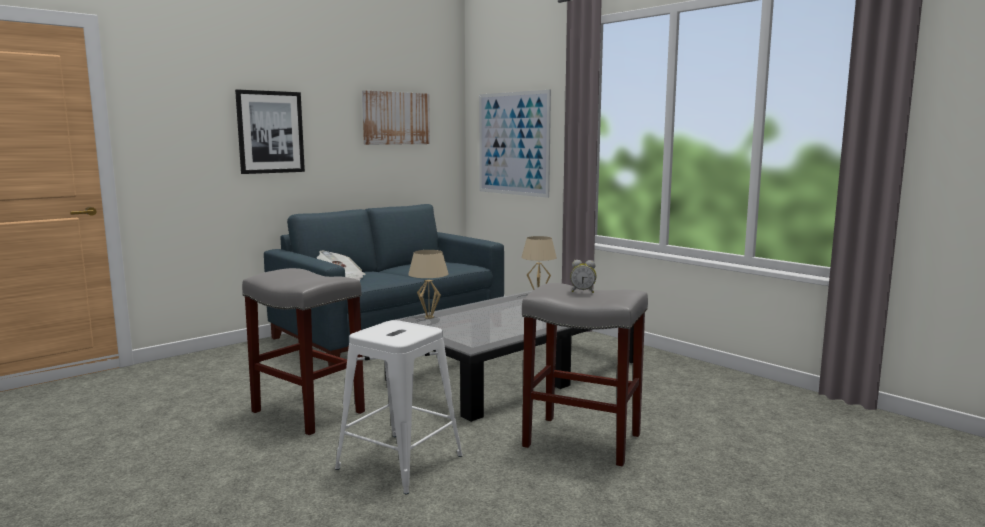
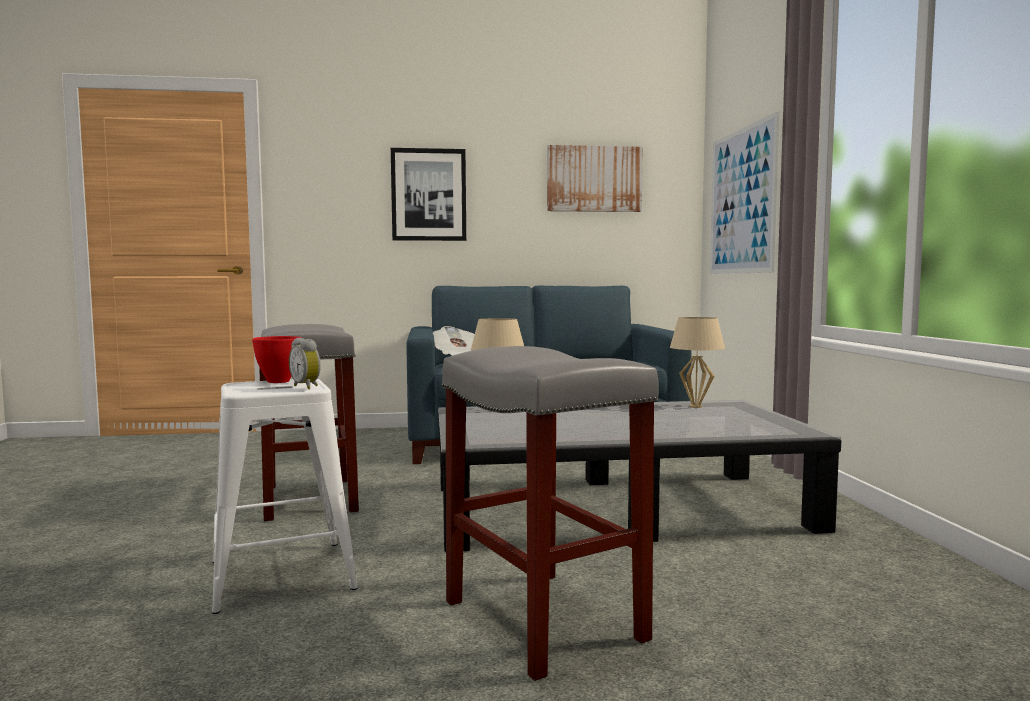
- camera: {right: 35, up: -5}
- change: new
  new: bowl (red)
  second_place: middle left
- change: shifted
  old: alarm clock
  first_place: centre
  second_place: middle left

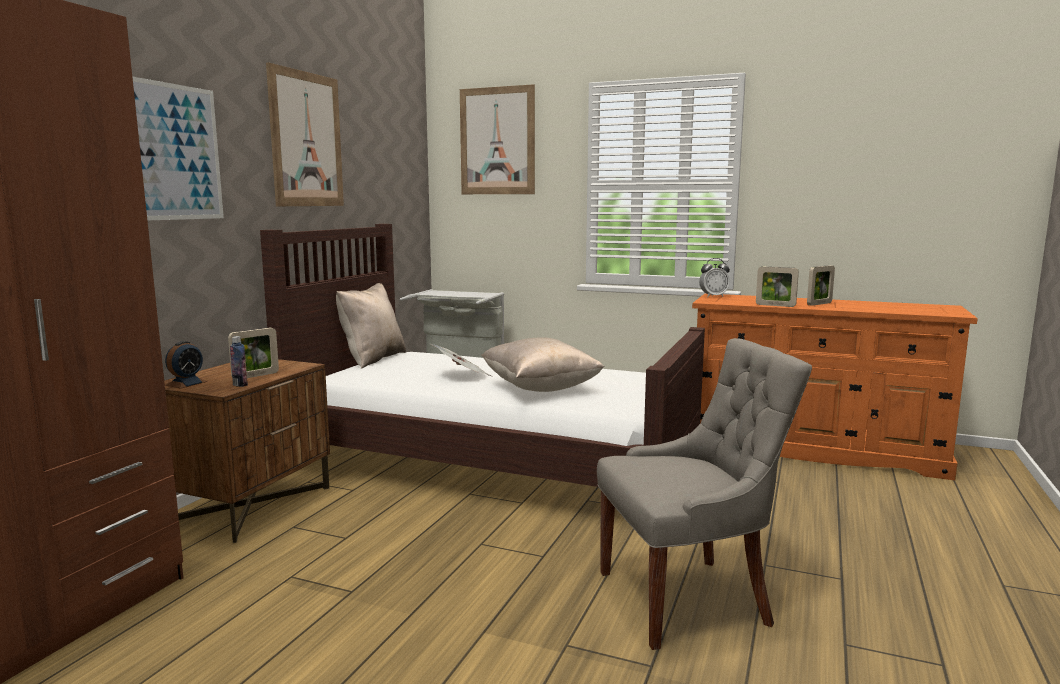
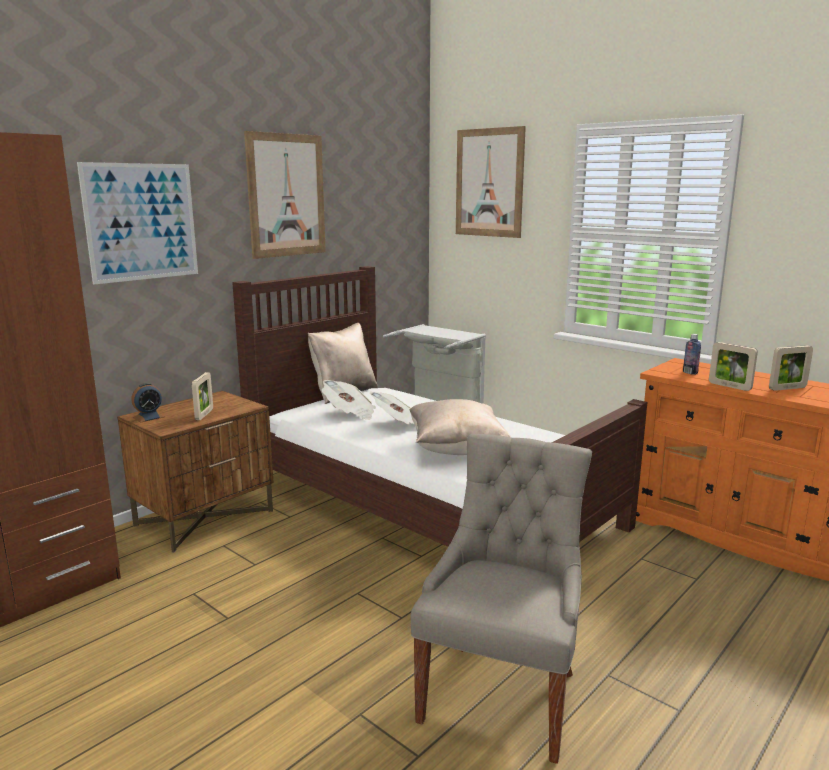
- camera: {right: 20, up: 5}
- change: rotated
  old: picture frame (no. 1 from left)
  first_place: middle left
  second_place: middle left
  degrees: -60
- change: new
  new: newspaper (no. 1 from left)
  second_place: centre
- change: rotated
  old: chair (grey)
  first_place: bottom centre
  second_place: bottom centre
  degrees: -75
- change: shifted
  old: bottle
  first_place: middle left
  second_place: middle right
- change: gone
  old: alarm clock (no. 2 from left)
  first_place: middle right

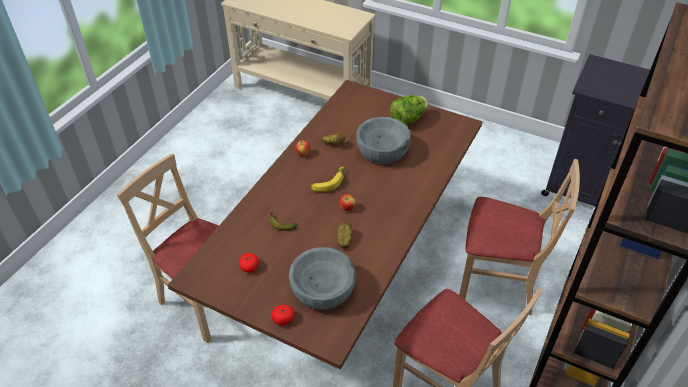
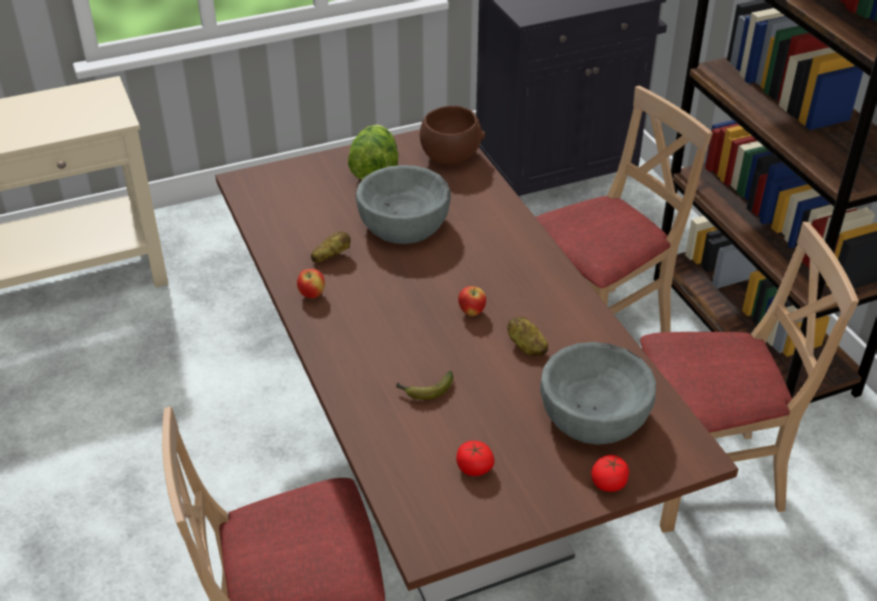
- camera: {right: -50, up: -5}
- change: new
  new: bowl (brown)
  second_place: top centre
- change: gone
  old: banana (no. 2 from left)
  first_place: centre

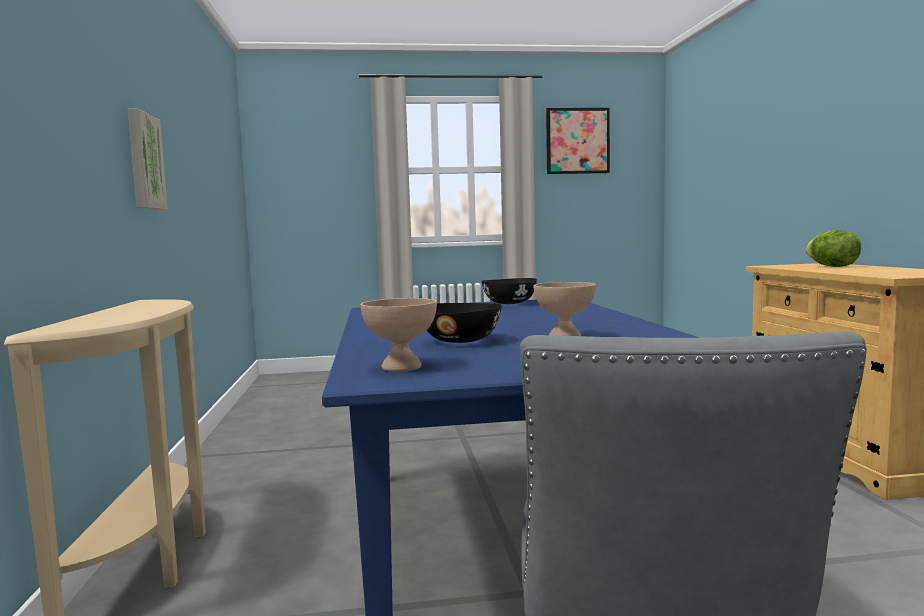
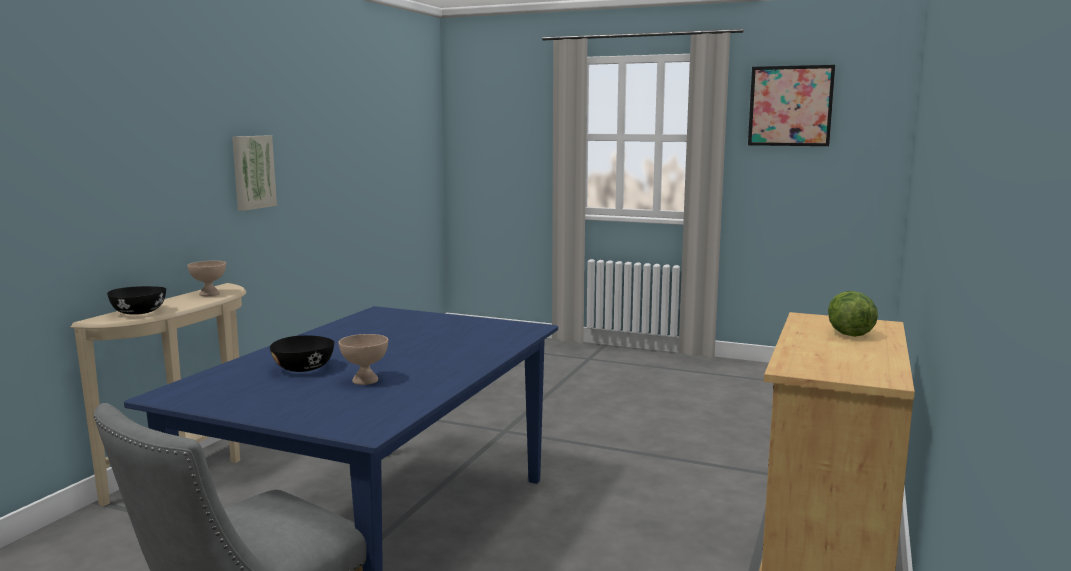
- camera: {right: 30, up: 5}
- change: shifted
  old: bowl (black) (no. 2 from left in the first image)
  new: bowl (black) (no. 1 from left)
  first_place: centre
  second_place: middle left
- change: shifted
  old: bowl (beige) (no. 1 from left)
  first_place: centre
  second_place: middle left

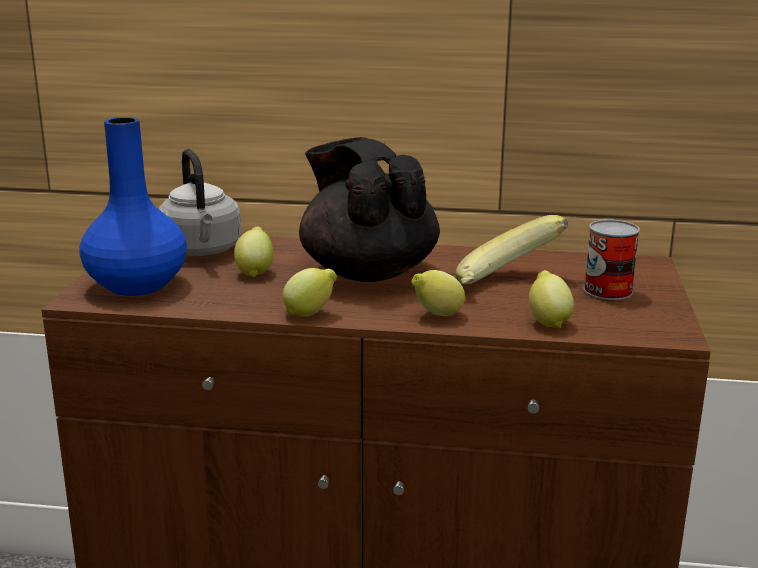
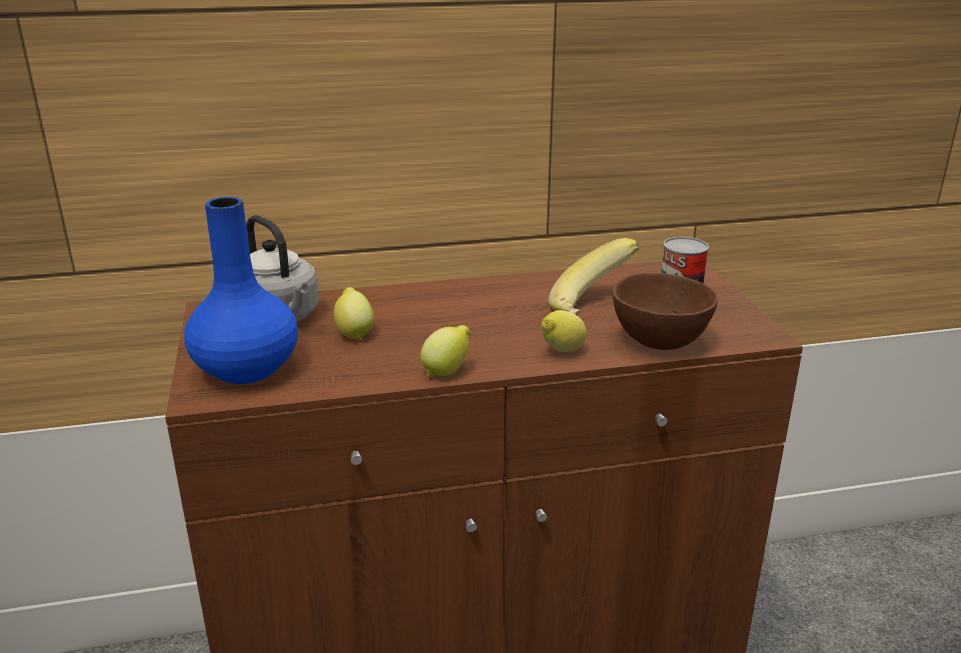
- camera: {right: -20, up: 5}
- change: swapped
  old: lemon (no. 4 from left)
  new: bowl (brown)
  first_place: middle right
  second_place: middle right
- change: gone
  old: teapot (black)
  first_place: centre

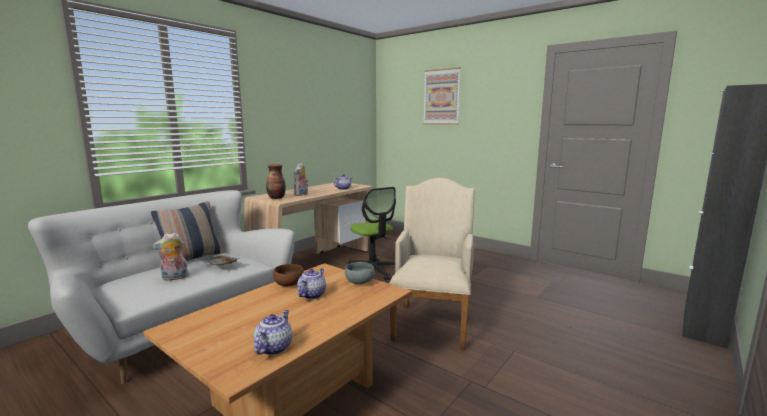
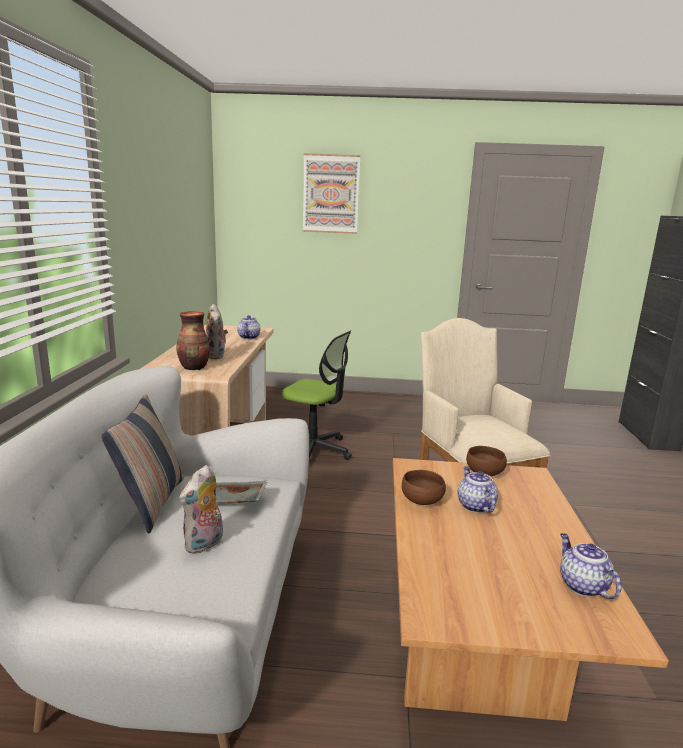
- camera: {right: -35, up: 5}
- change: repainted
  old: bowl (grey)
  new: bowl (brown) (no. 2 from left)
  first_place: centre
  second_place: middle right

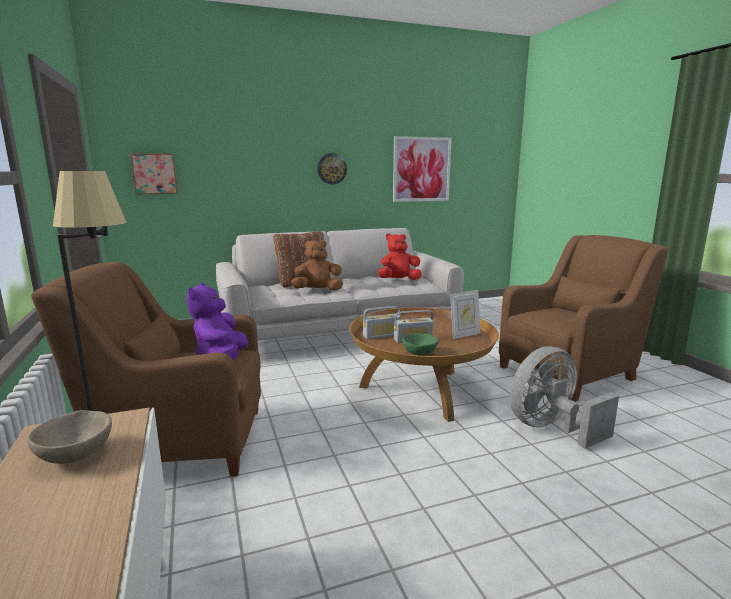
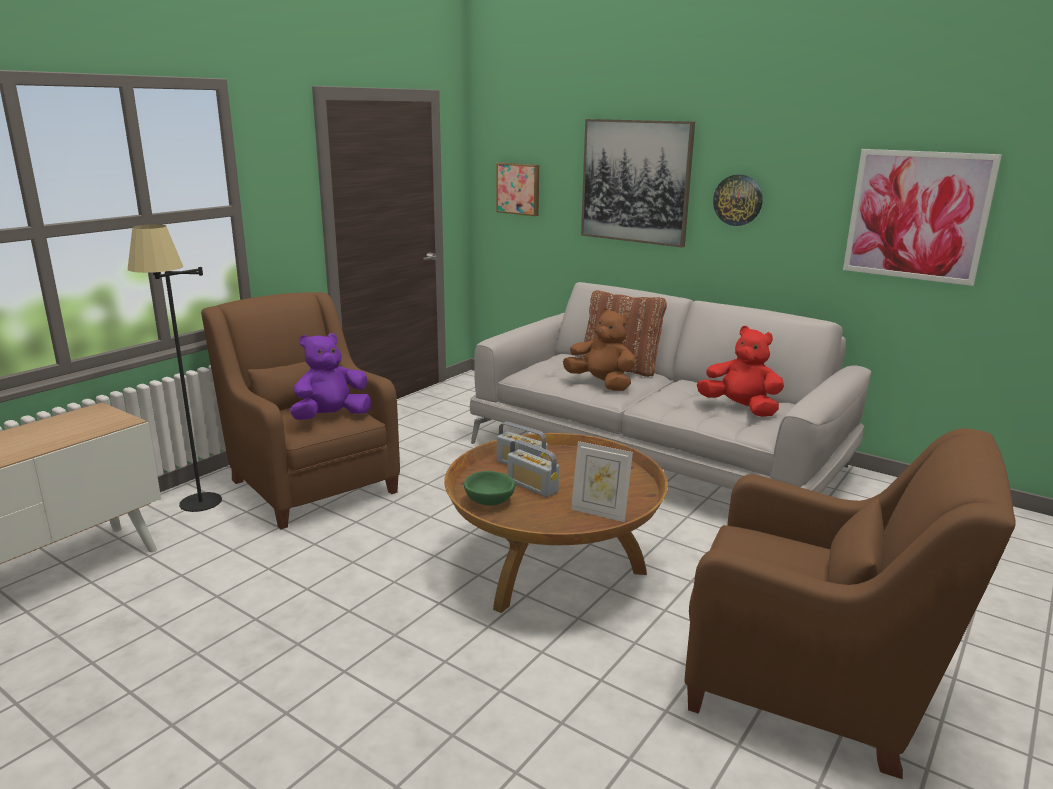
- camera: {right: 55, up: 5}
- change: new
  new: picture (no. 2 from left)
  second_place: top centre
- change: gone
  old: bowl (beige)
  first_place: bottom left
- change: gone
  old: fan (grey)
  first_place: middle right

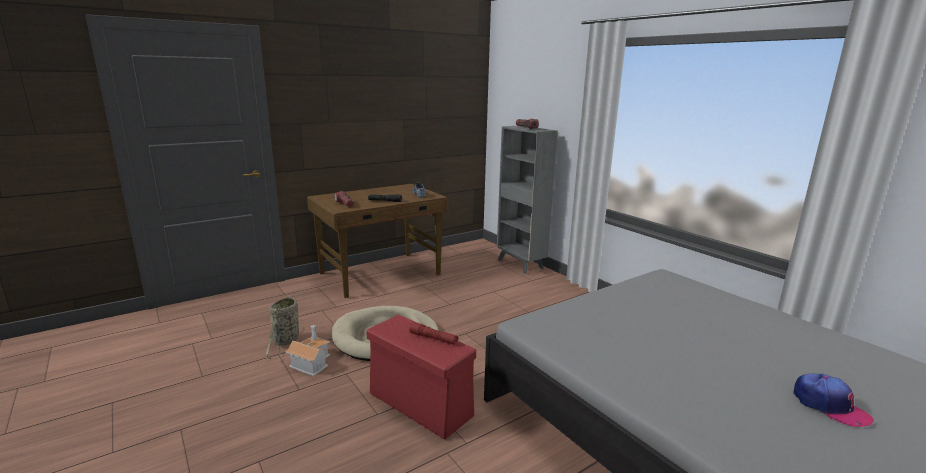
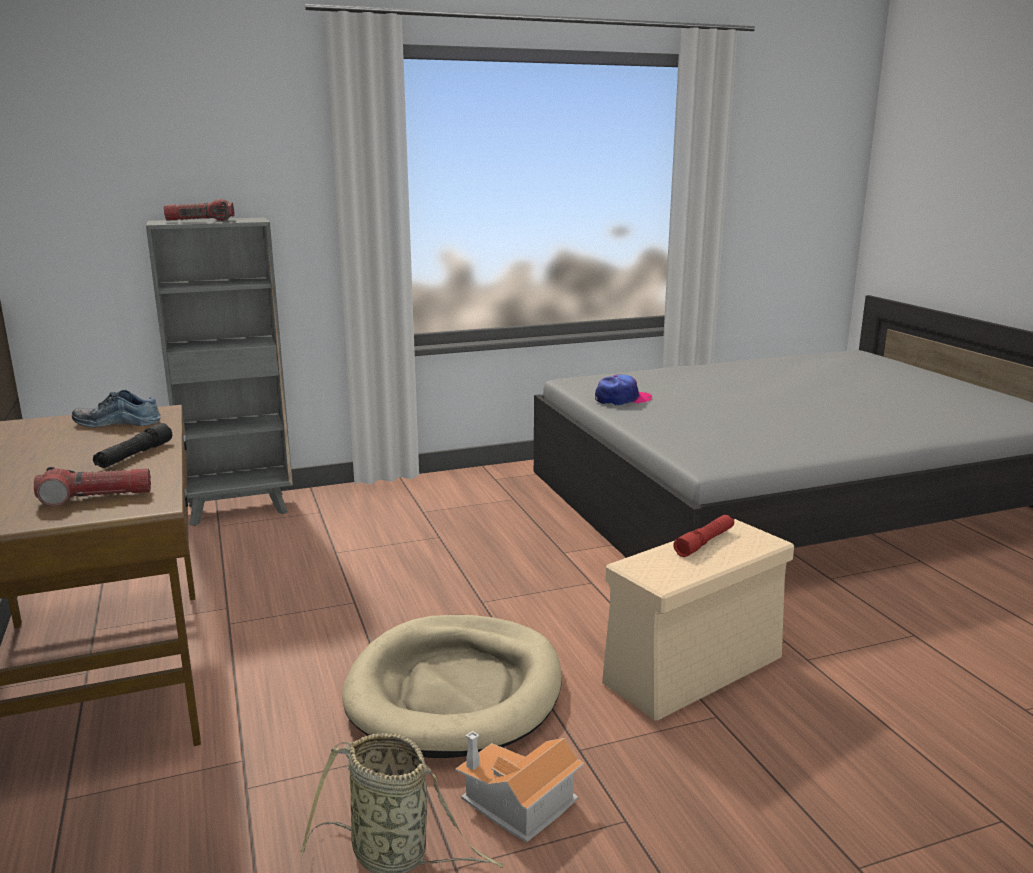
- camera: {right: -75, up: 0}
- change: shifted
  old: cap
  first_place: bottom right
  second_place: centre
- change: repainted
  old: storage box (red)
  new: storage box (beige)
  first_place: bottom centre
  second_place: bottom right

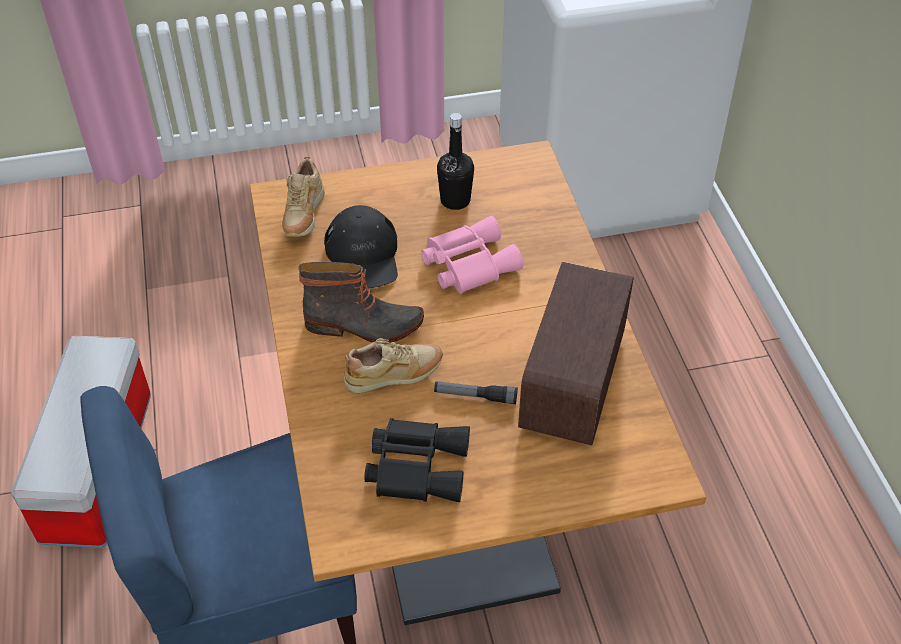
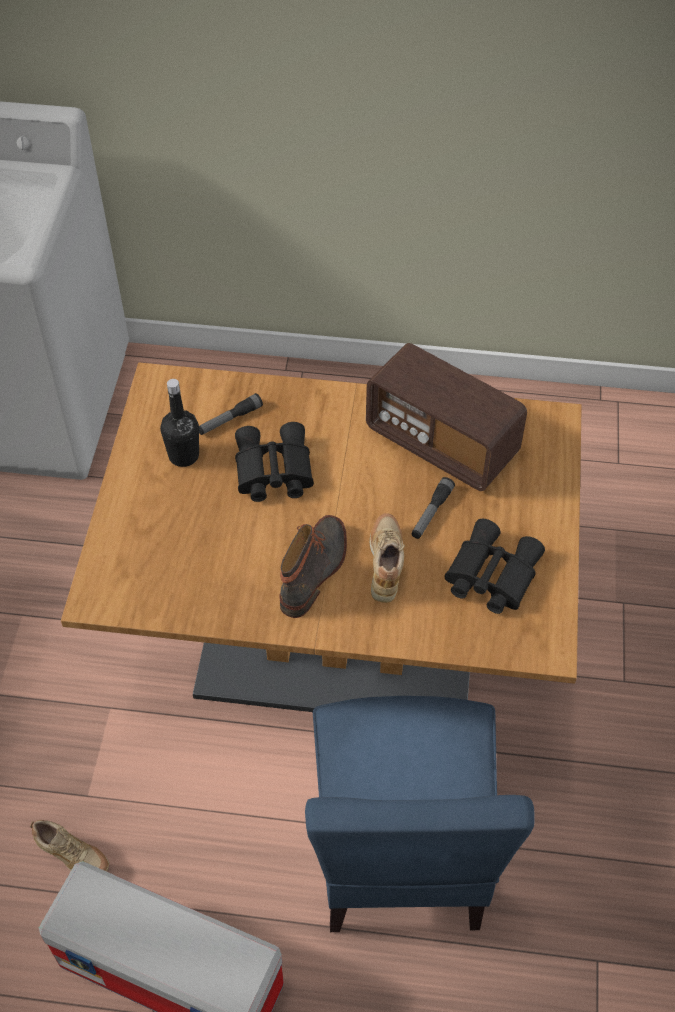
- camera: {right: -70, up: 5}
- change: shifted
  old: shoe (beige) (no. 1 from left)
  first_place: top centre
  second_place: bottom left
- change: new
  new: flashlight (no. 1 from left)
  second_place: centre
- change: repainted
  old: binoculars (pink)
  new: binoculars (black) (no. 1 from left)
  first_place: centre
  second_place: centre
- change: gone
  old: cap (black)
  first_place: centre

